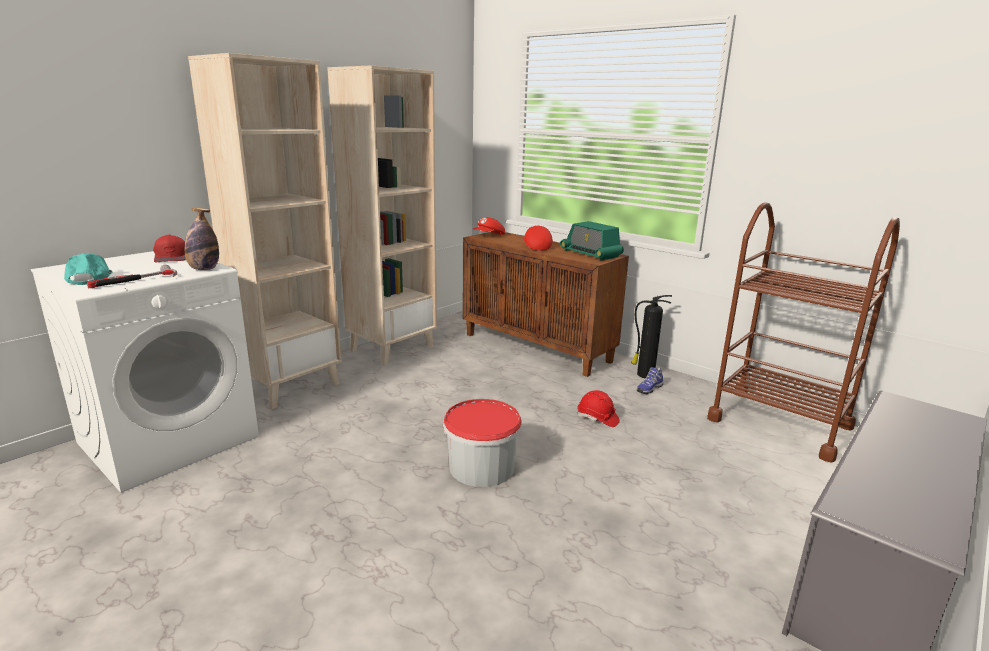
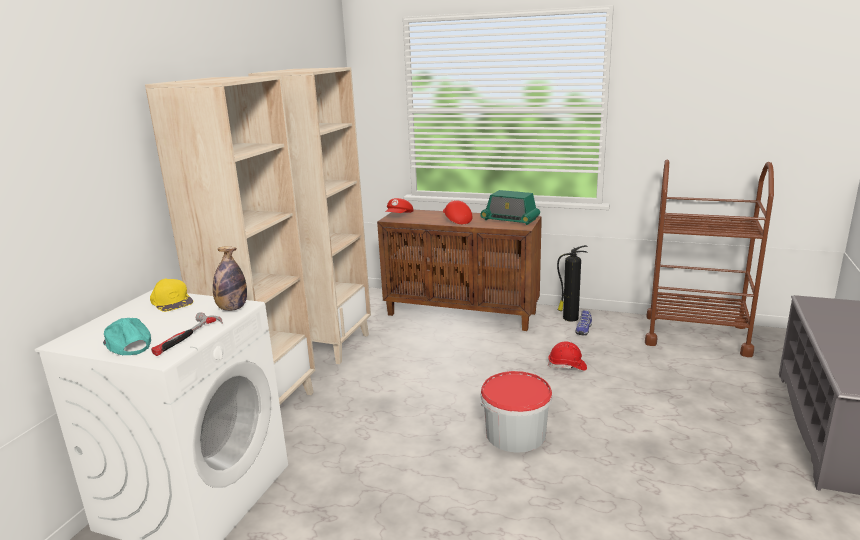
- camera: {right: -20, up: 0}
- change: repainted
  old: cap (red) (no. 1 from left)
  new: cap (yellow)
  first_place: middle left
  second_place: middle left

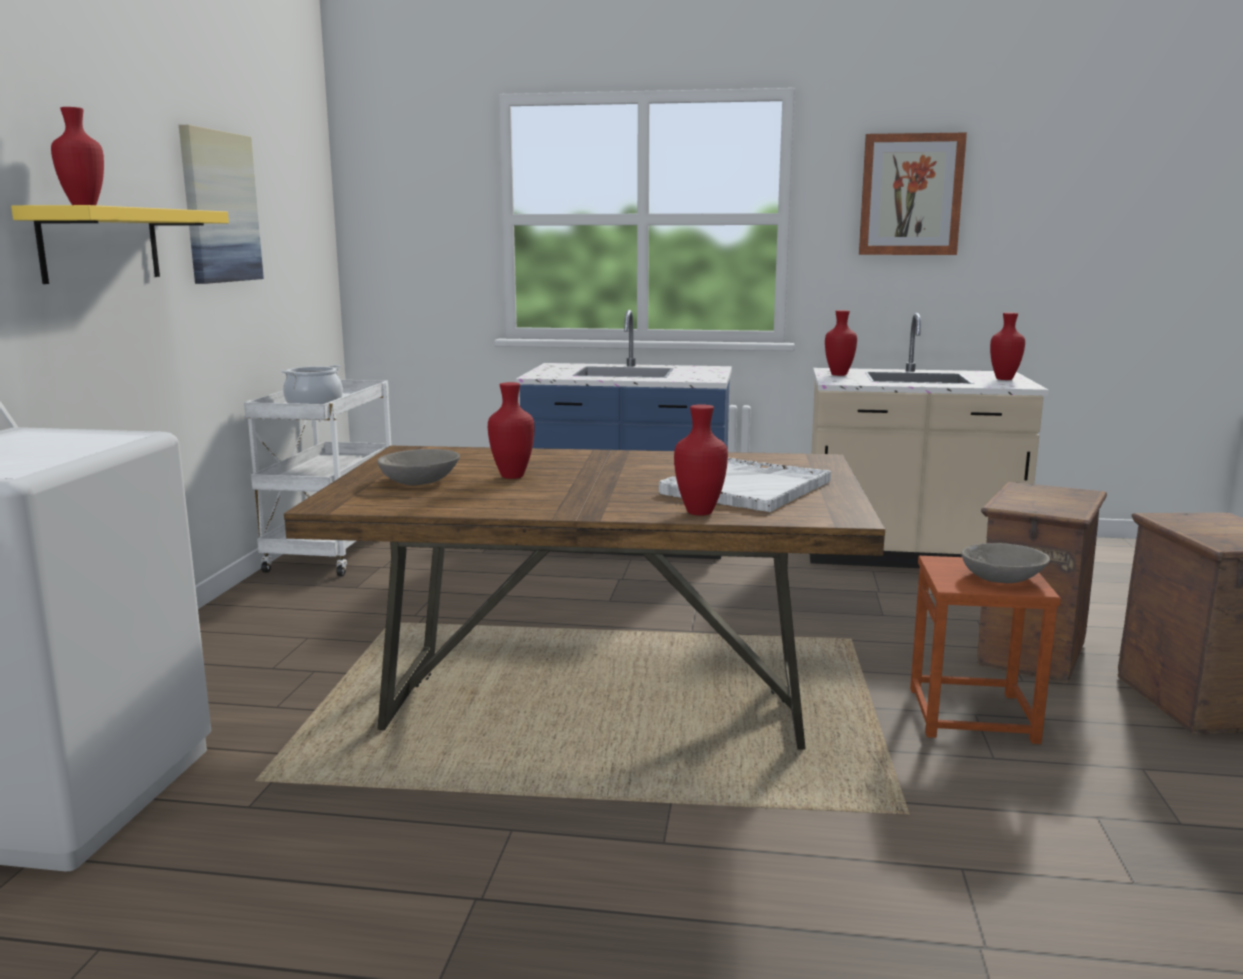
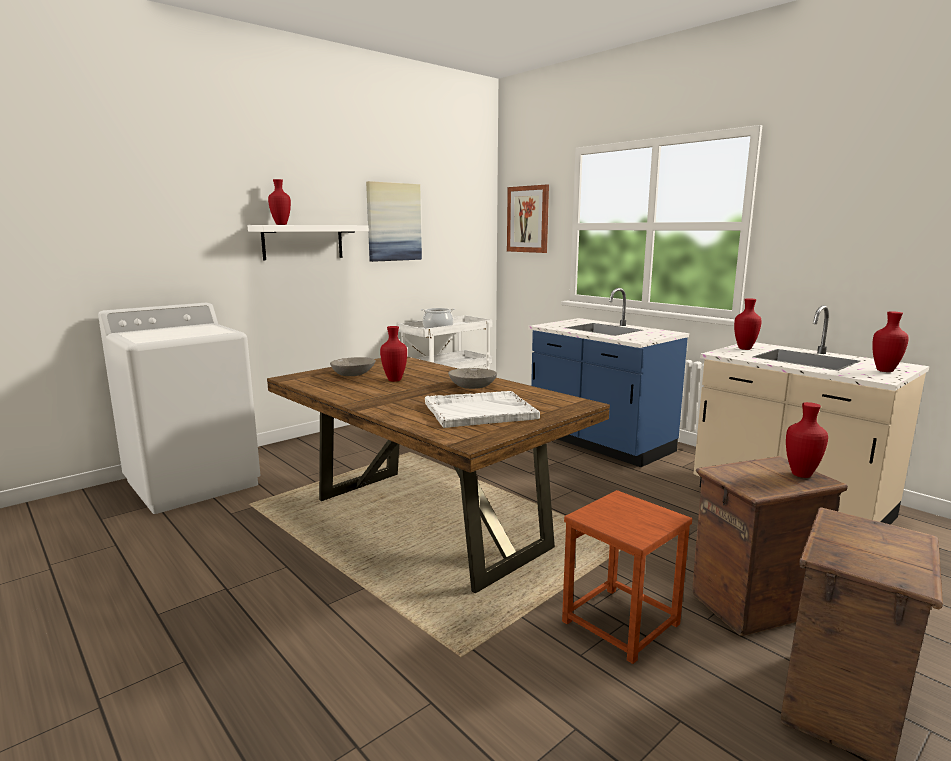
- camera: {right: 40, up: 0}
- change: repainted
  old: shelf (yellow)
  new: shelf (white)
  first_place: top left
  second_place: top left
- change: shifted
  old: bowl (grey) (no. 2 from left)
  first_place: middle right
  second_place: centre
- change: shifted
  old: picture (no. 2 from left)
  first_place: top right
  second_place: top centre
- change: shifted
  old: vase (red) (no. 3 from left in the first image)
  new: vase (red) (no. 4 from left)
  first_place: centre
  second_place: middle right

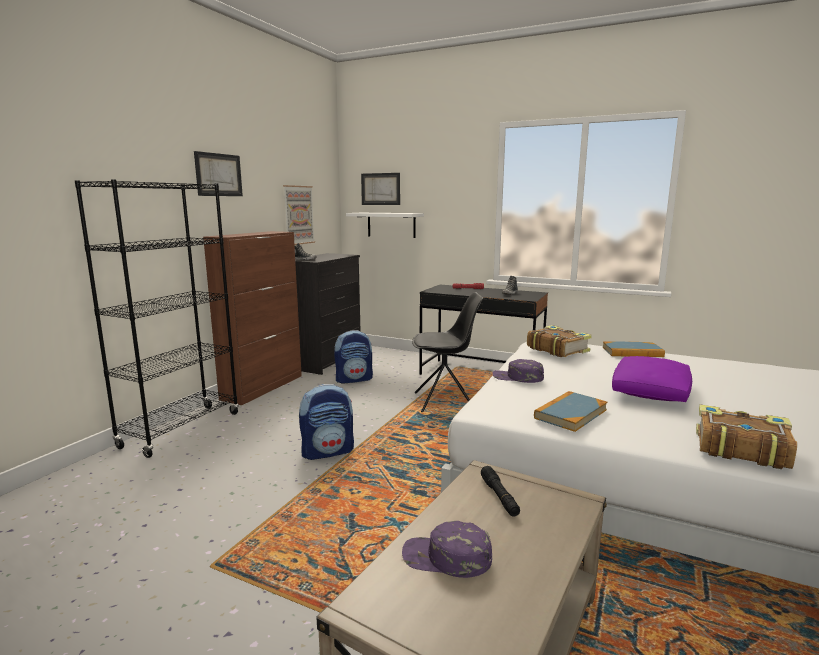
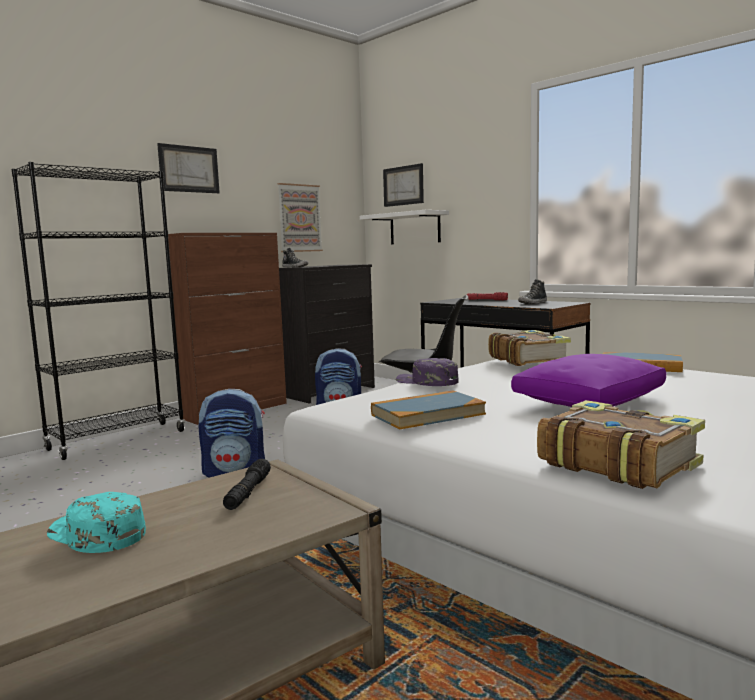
- camera: {right: 20, up: -5}
- change: repainted
  old: cap (purple) (no. 1 from left)
  new: cap (turquoise)
  first_place: bottom centre
  second_place: bottom left

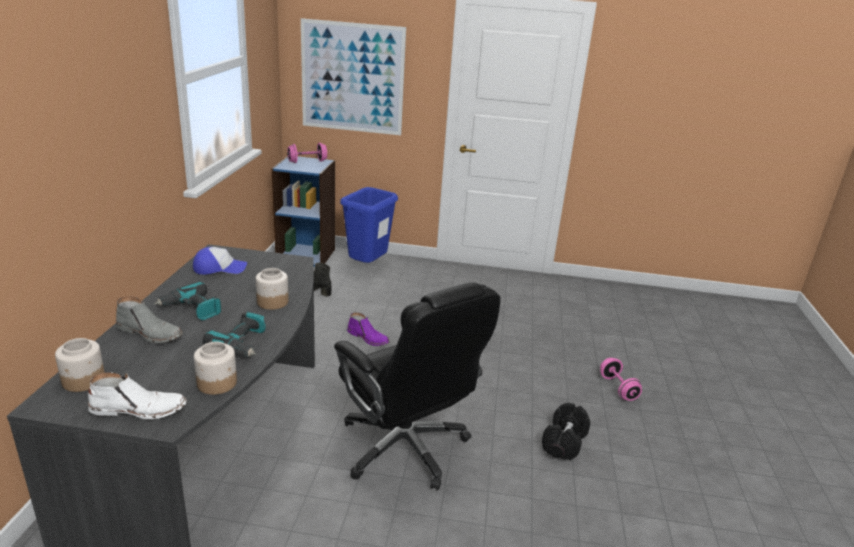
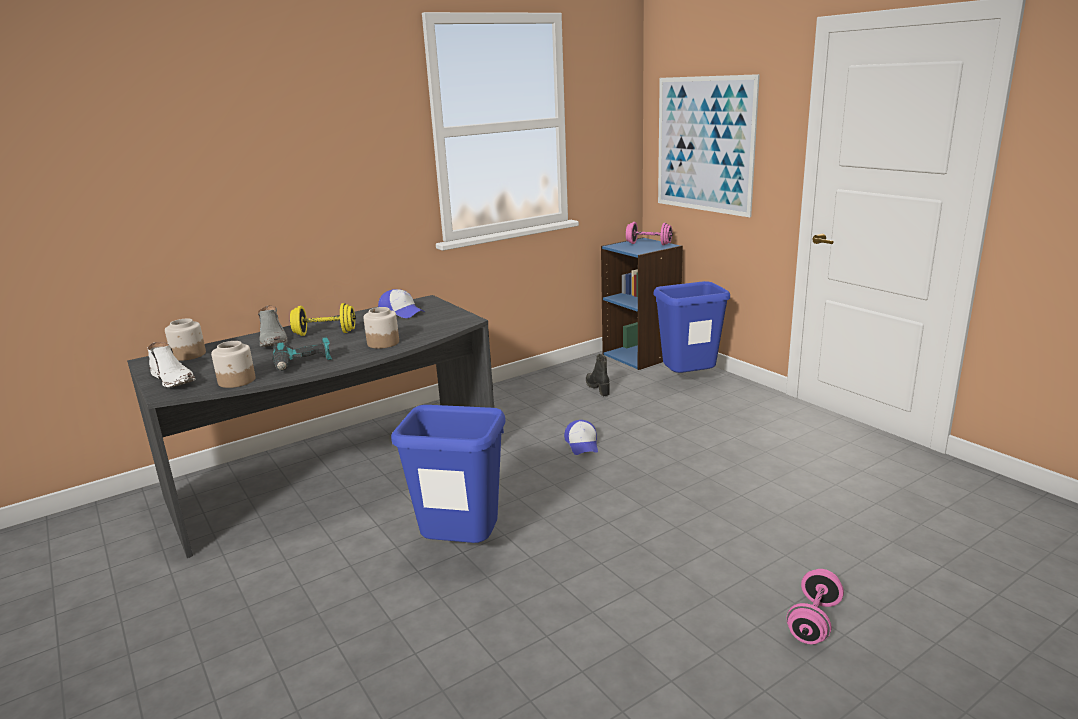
- camera: {right: 50, up: -5}
- change: swapped
  old: power drill (no. 1 from left)
  new: dumbbell (yellow)
  first_place: middle left
  second_place: middle left
- change: swapped
  old: office chair (black)
  new: trash can (blue) (no. 1 from left)
  first_place: bottom centre
  second_place: centre
- change: swapped
  old: boot (purple)
  new: cap (no. 2 from left)
  first_place: centre
  second_place: centre
- change: gone
  old: dumbbell (black)
  first_place: bottom centre

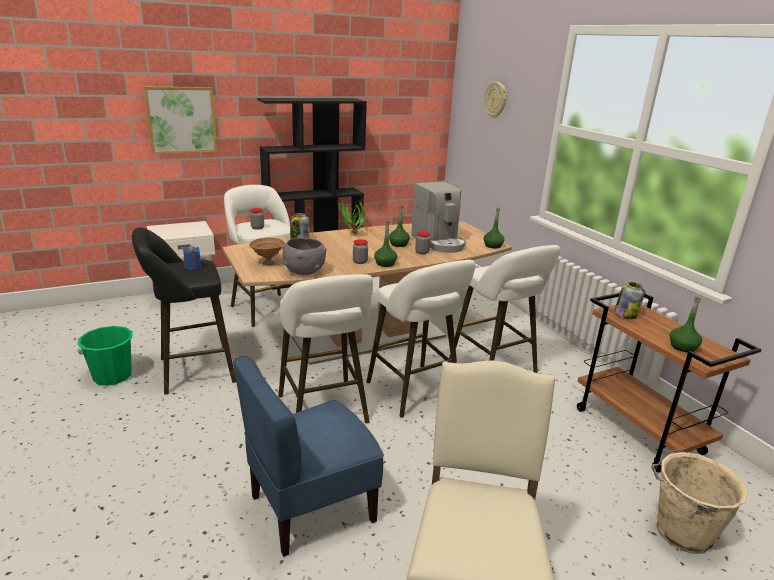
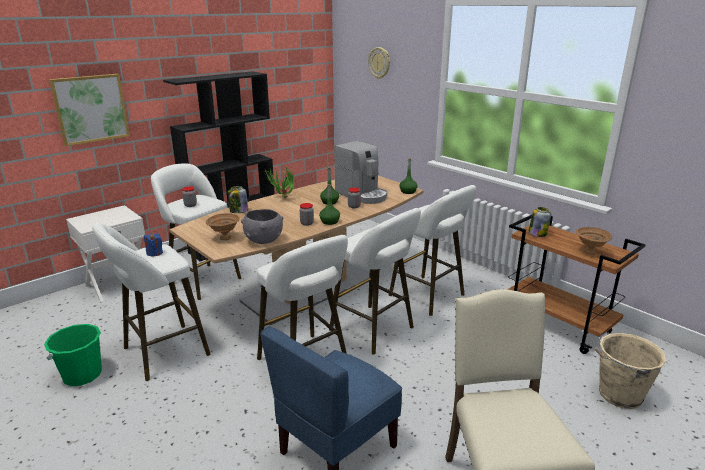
- camera: {right: -15, up: 0}
- change: repainted
  old: stool (black)
  new: stool (white) (no. 1 from left)
  first_place: middle left
  second_place: middle left
- change: swapped
  old: bottle (green) (no. 4 from left)
  new: bowl (brown) (no. 2 from left)
  first_place: middle right
  second_place: middle right

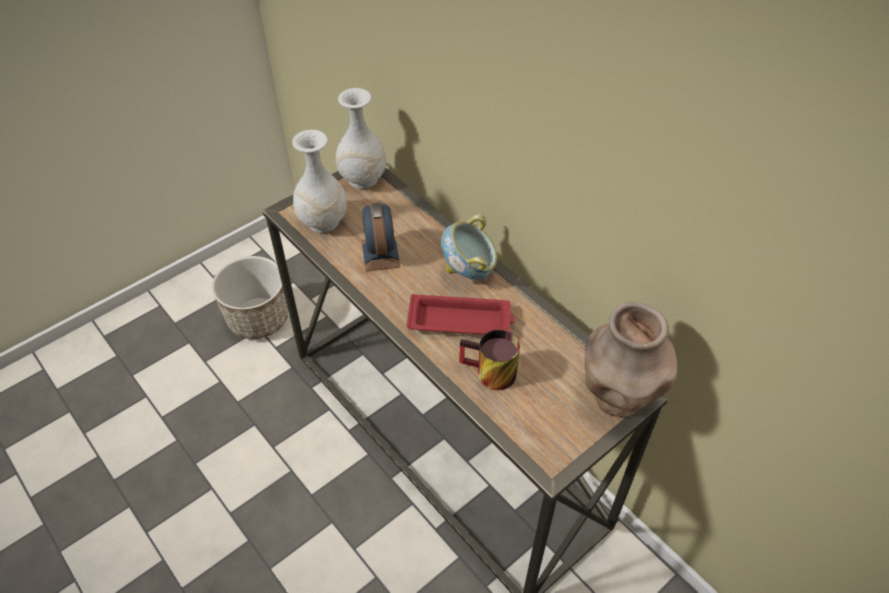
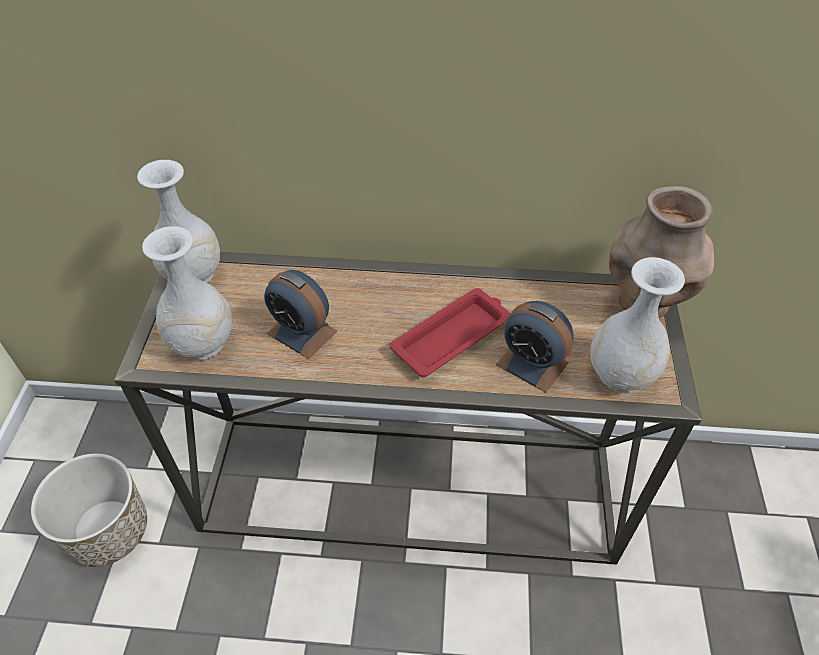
- camera: {right: -45, up: 0}
- change: swapped
  old: mug
  new: alarm clock (no. 2 from left)
  first_place: centre
  second_place: centre
- change: new
  new: vase (white) (no. 3 from left)
  second_place: middle right
- change: gone
  old: bowl
  first_place: centre

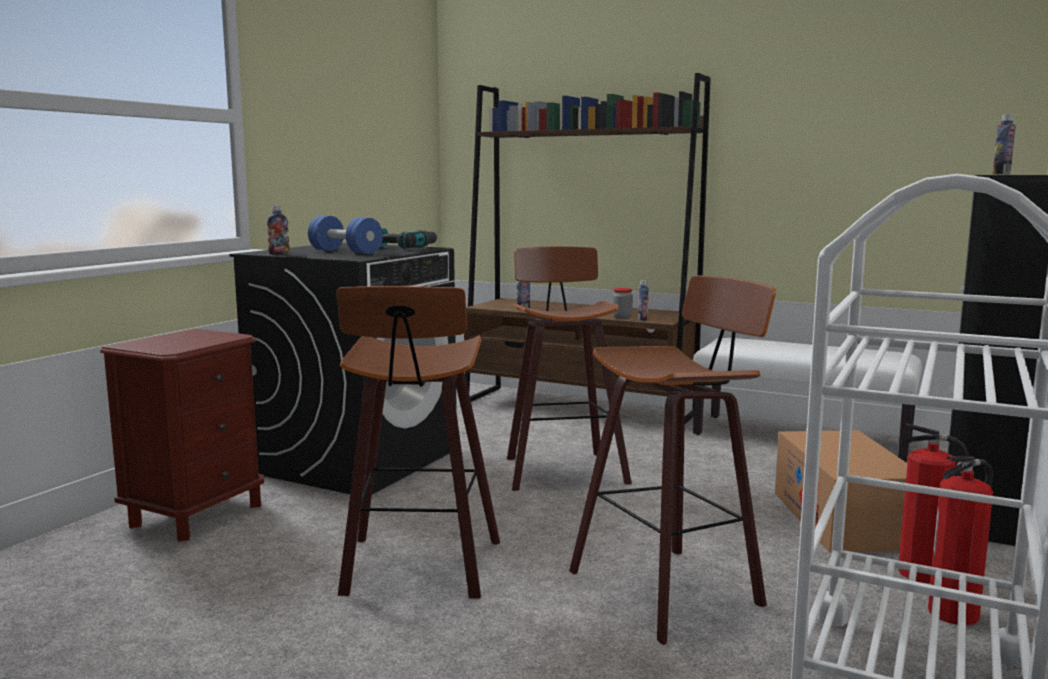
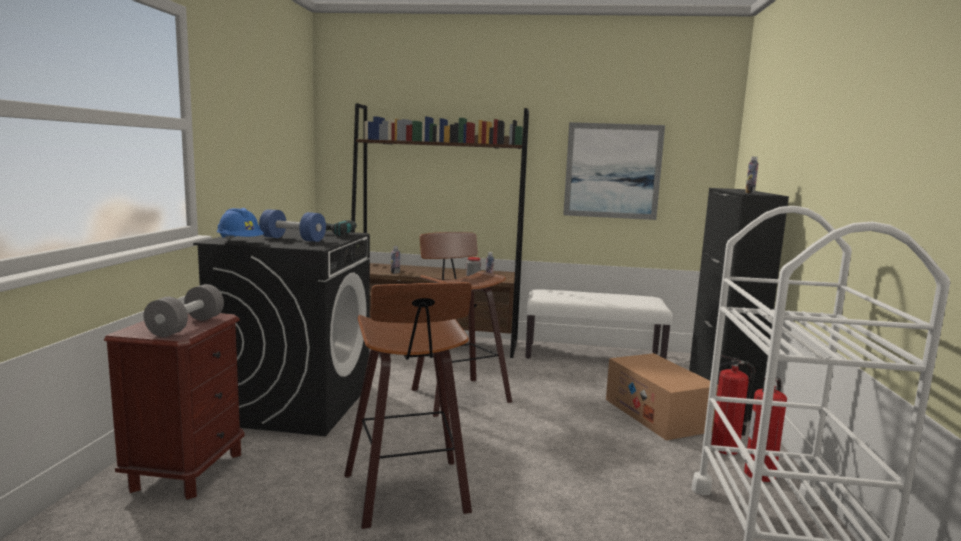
- camera: {right: -20, up: 0}
- change: new
  new: dumbbell (grey)
  second_place: middle left
- change: swapped
  old: bottle (no. 1 from left)
  new: hard hat (blue)
  first_place: middle left
  second_place: middle left
- change: new
  new: picture
  second_place: top centre
- change: gone
  old: stool (no. 3 from left)
  first_place: bottom centre

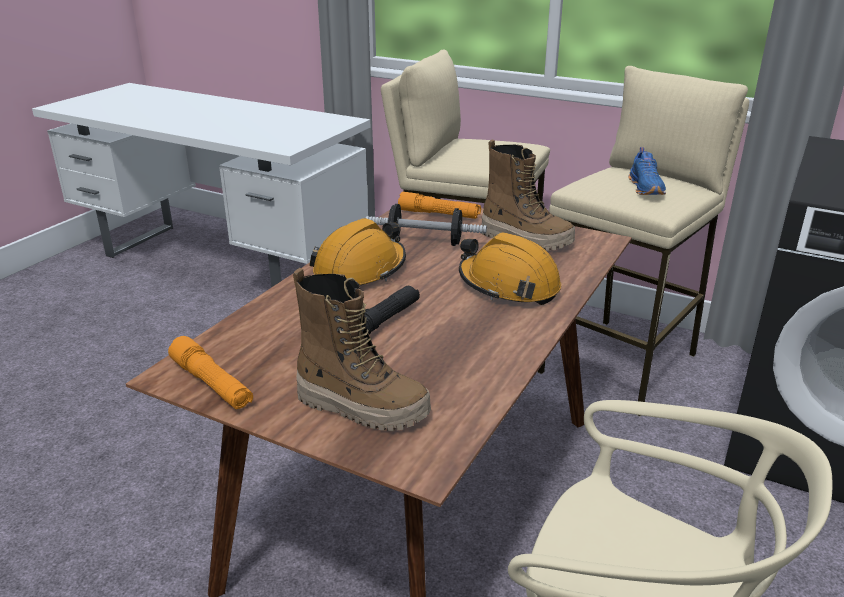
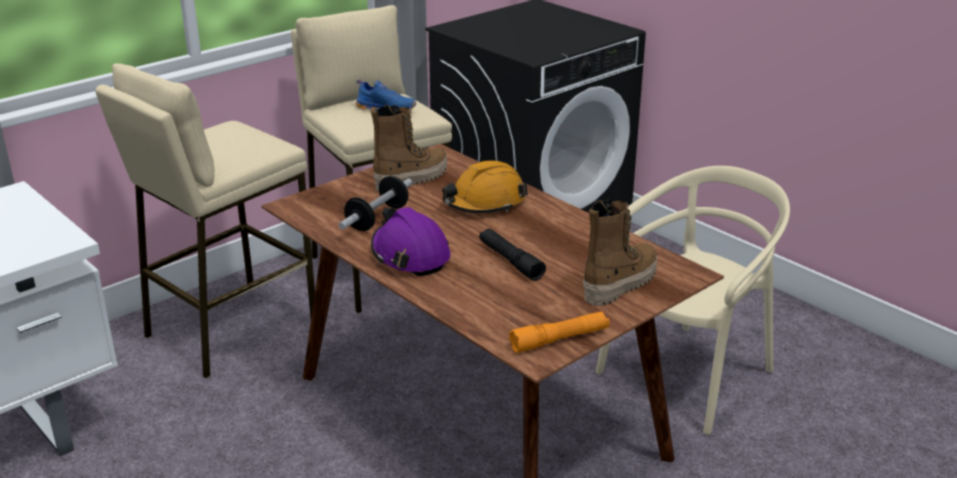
- camera: {right: -70, up: 0}
- change: repainted
  old: hard hat (orange) (no. 1 from left)
  new: hard hat (purple)
  first_place: centre
  second_place: centre
- change: gone
  old: flashlight (orange) (no. 2 from left)
  first_place: centre

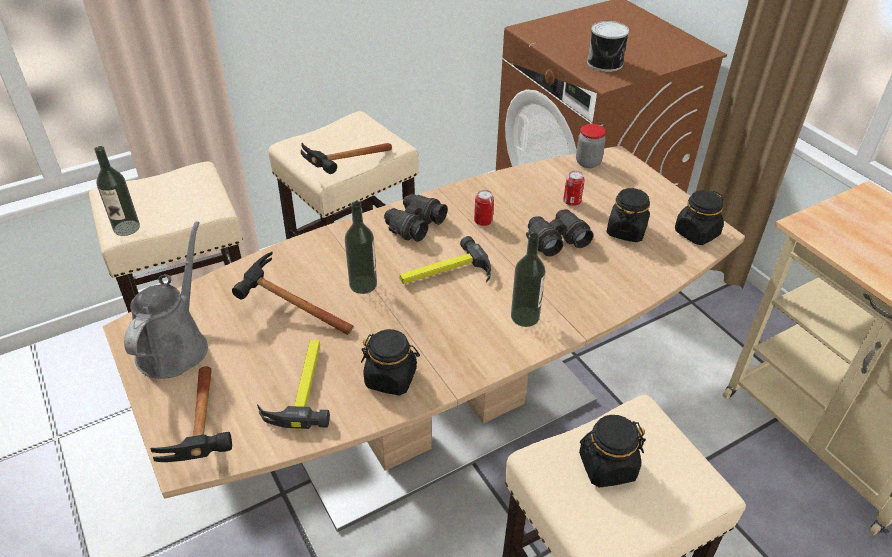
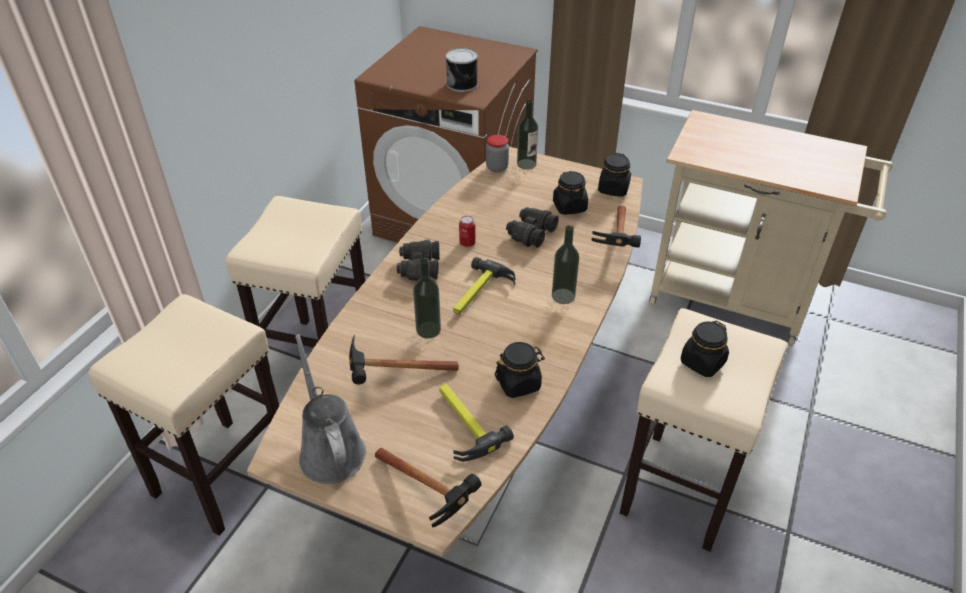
- camera: {right: -35, up: 0}
- change: shifted
  old: bottle (no. 1 from left in the first image)
  new: bottle (no. 2 from left)
  first_place: middle left
  second_place: top centre
- change: shifted
  old: hammer (no. 4 from left in the first image)
  new: hammer (no. 5 from left)
  first_place: top centre
  second_place: centre
- change: gone
  old: can (no. 2 from left)
  first_place: centre

